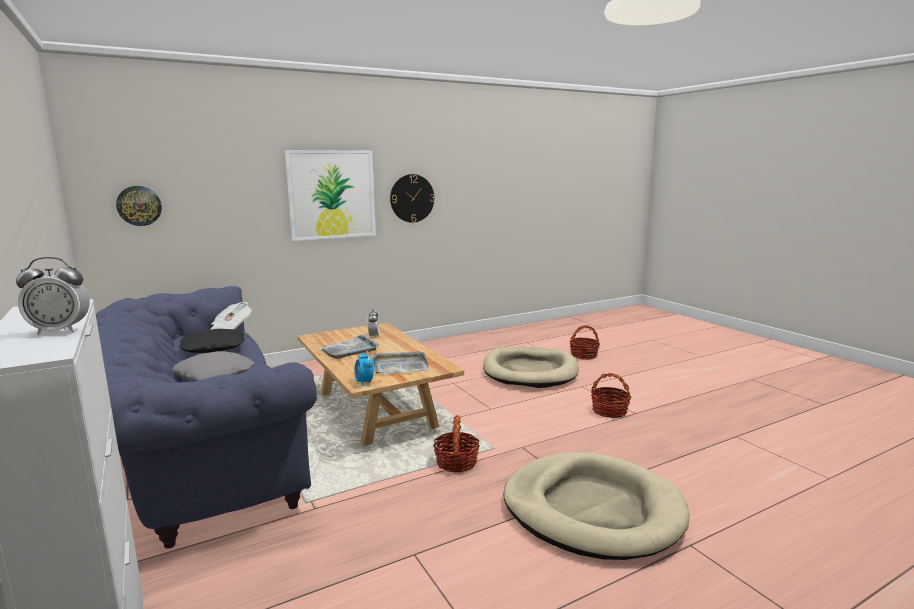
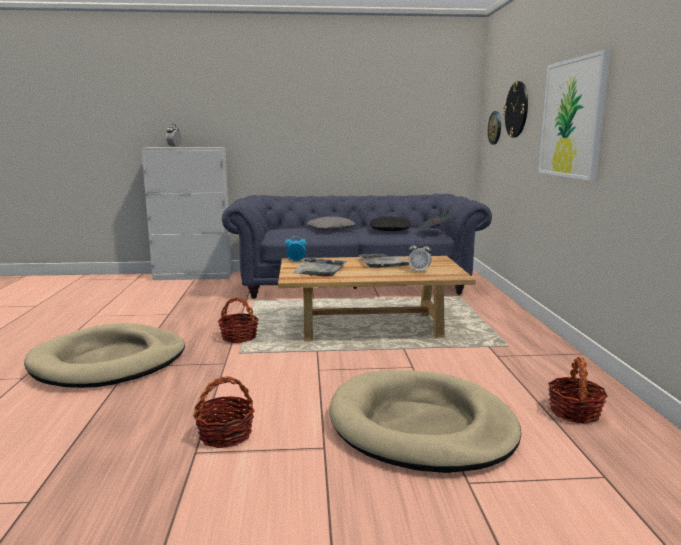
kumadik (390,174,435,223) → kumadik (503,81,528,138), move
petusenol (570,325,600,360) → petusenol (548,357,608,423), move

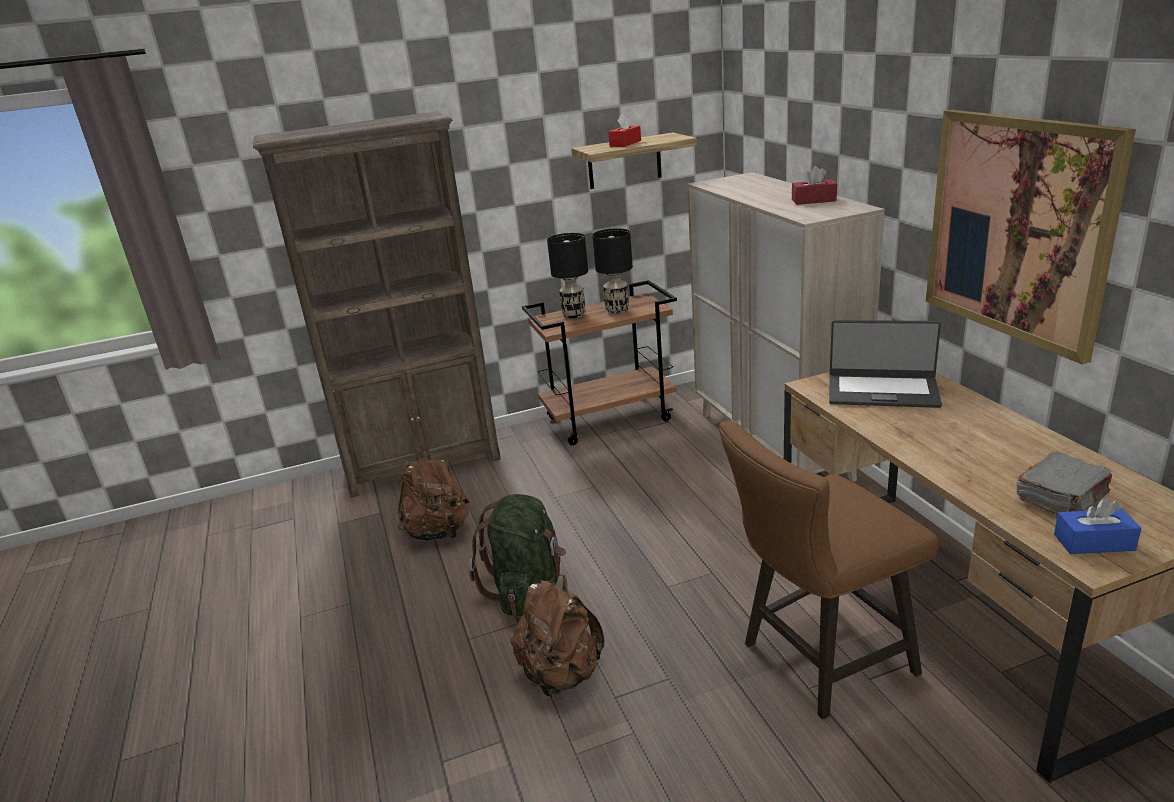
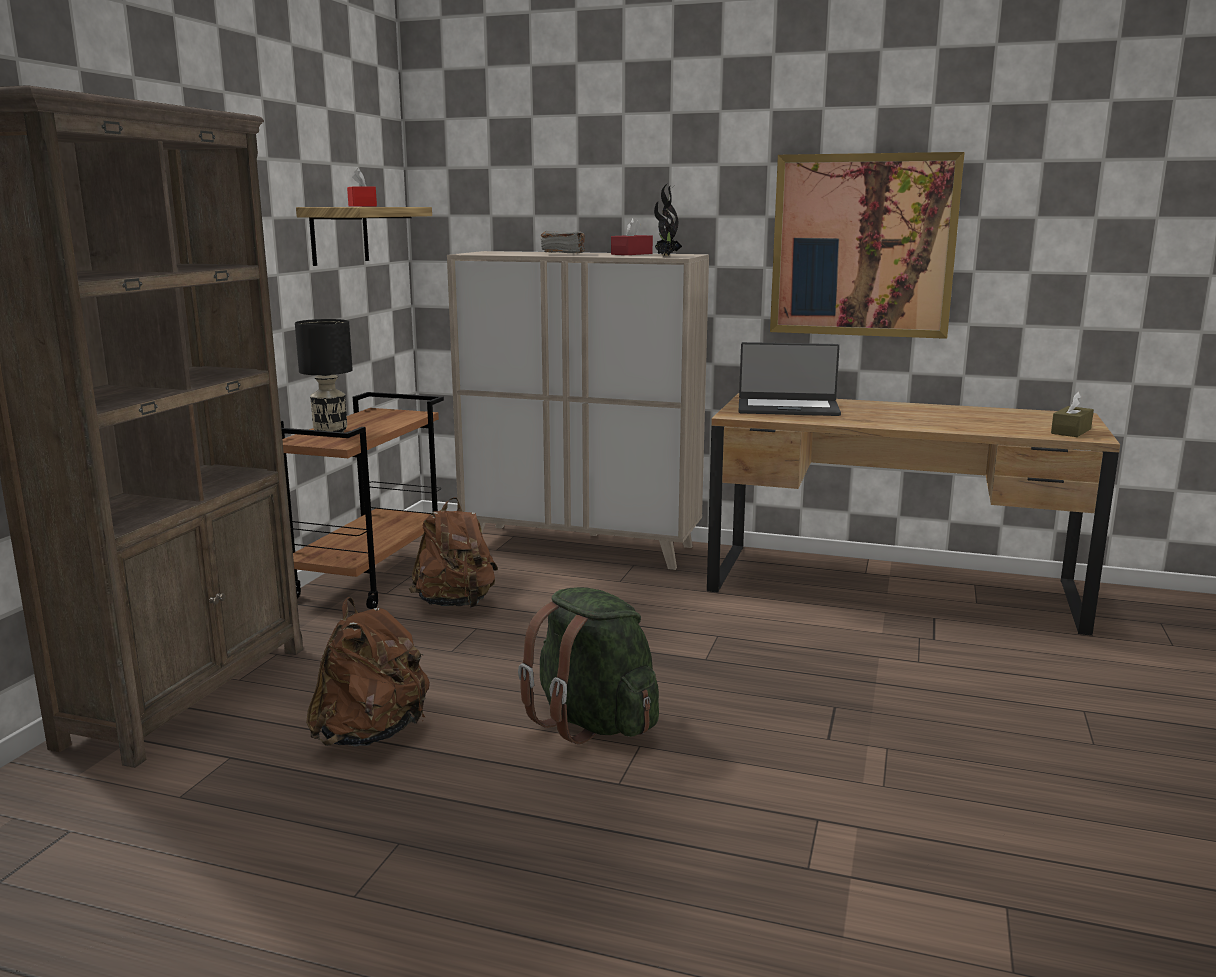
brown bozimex (510,574,605,697) → brown bozimex (409,497,498,608), move
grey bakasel (1016,451,1112,515) → grey bakasel (540,231,585,253), move
- → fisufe (654,184,682,256)
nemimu (829,320,942,408) → nemimu (739,342,841,416), 45 degrees clockwise
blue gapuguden (1054,498,1142,554) → brown gapuguden (1051,391,1094,437)
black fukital (592,228,633,314) → -
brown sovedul (718,421,939,719) → -

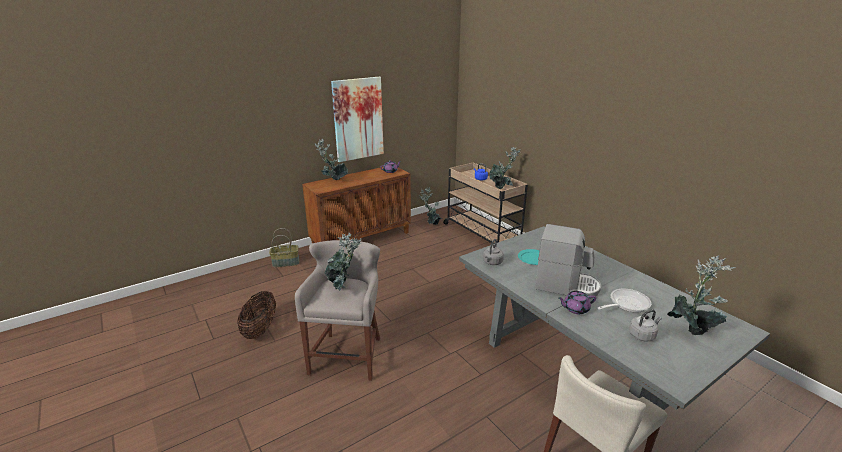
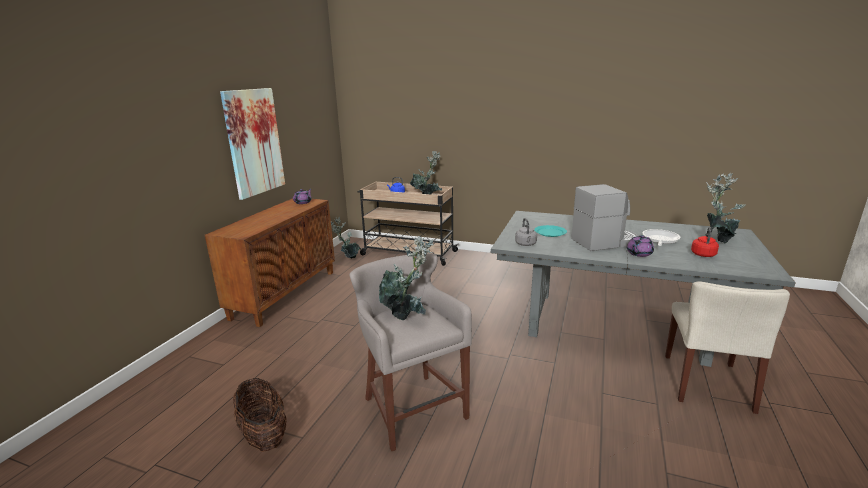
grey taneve (629,309,662,341) → red taneve (691,227,719,257)
petusenol (269,228,300,267) → -
fisufe (315,138,348,180) → -

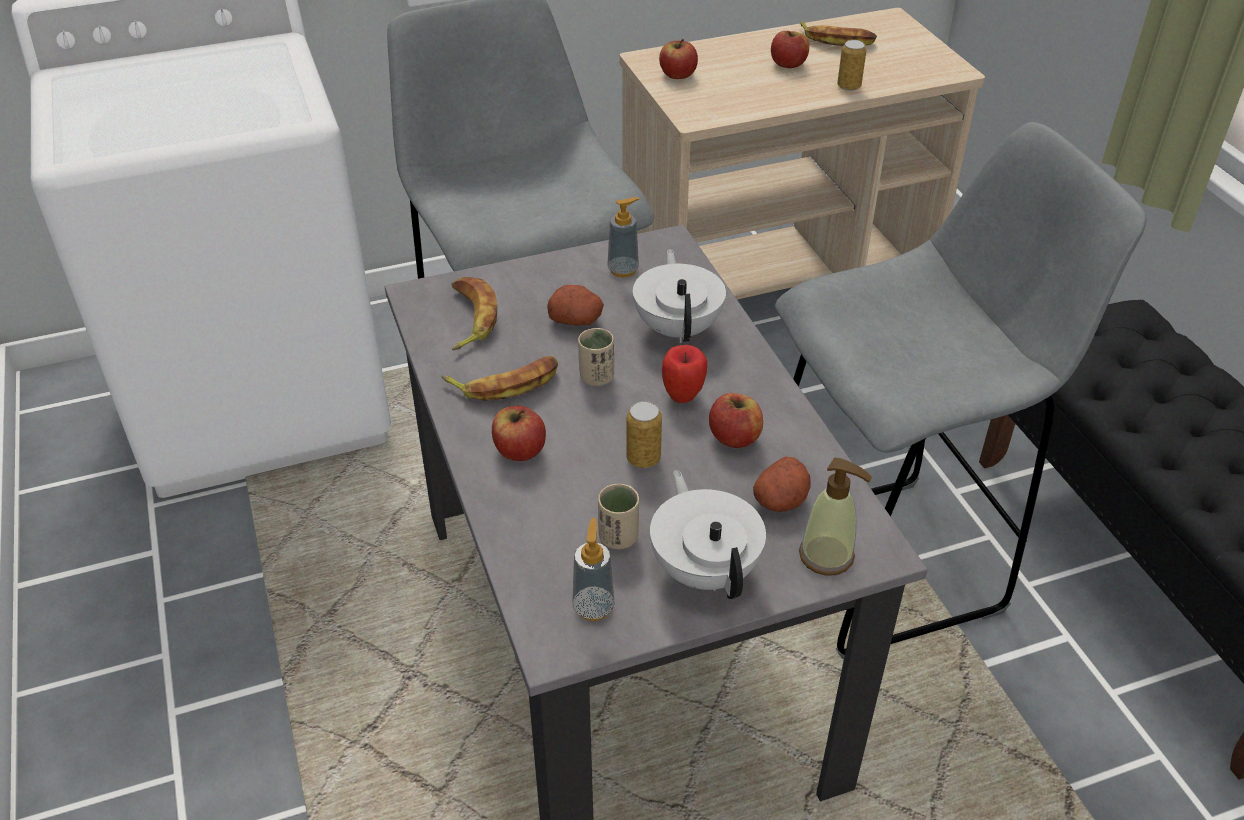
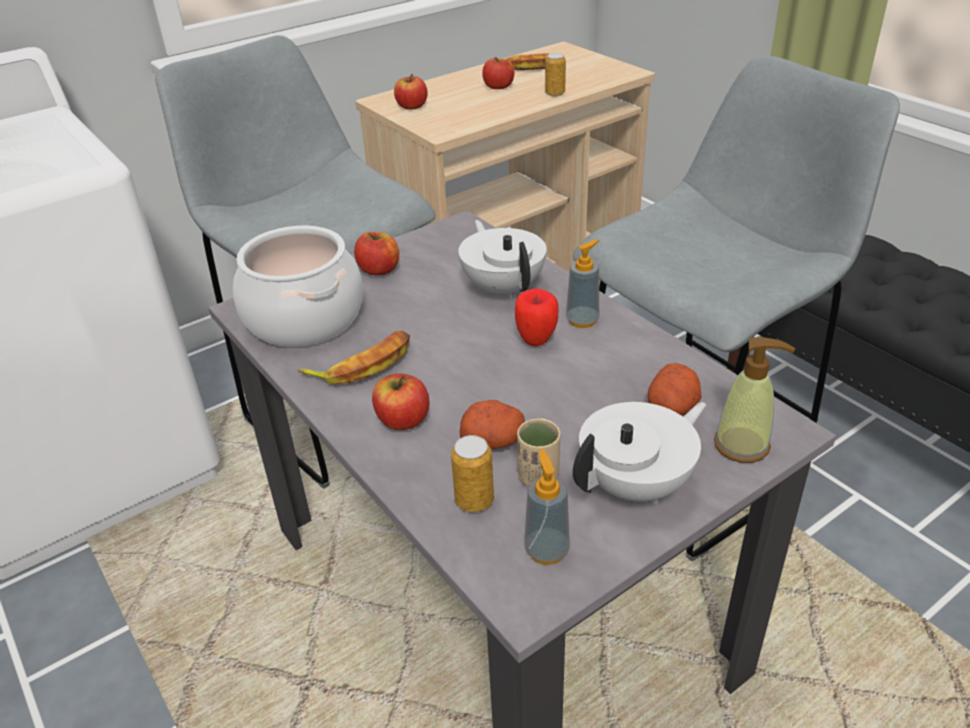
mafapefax (452,277,497,351) → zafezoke (233,226,363,347)
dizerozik (709,393,763,448) → dizerozik (354,232,399,275), move
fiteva (626,401,662,468) → fiteva (451,435,494,512), move
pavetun (547,285,604,326) → pavetun (459,400,525,449), move
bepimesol (607,197,639,278) → bepimesol (566,239,600,328), move
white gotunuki (650,470,766,599) → white gotunuki (573,402,706,504), 90 degrees clockwise
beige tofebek (578,328,614,386) → -

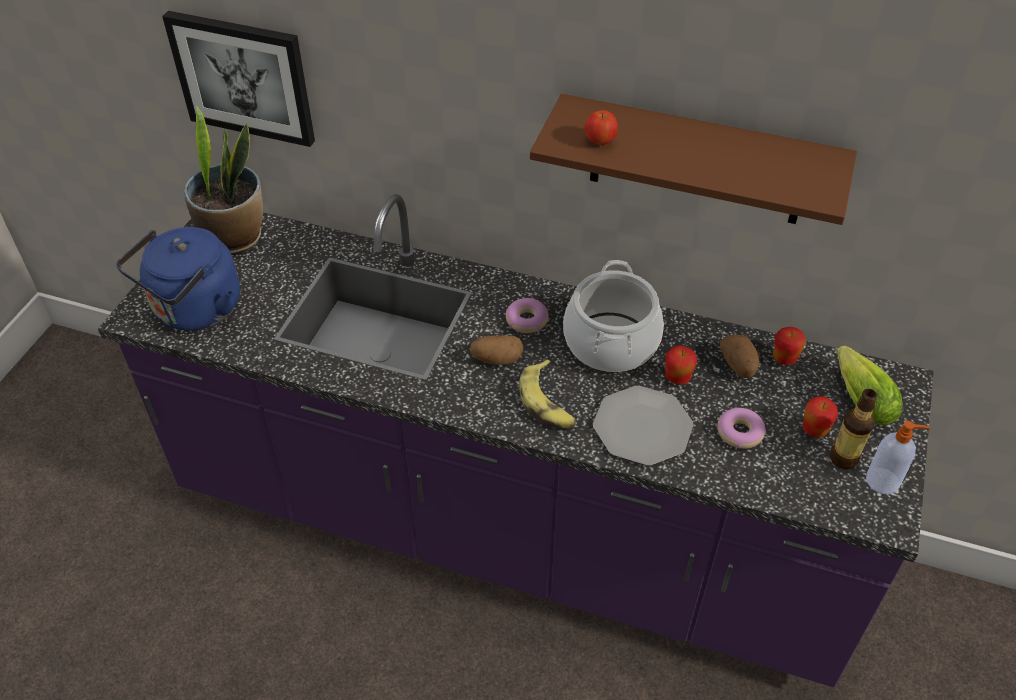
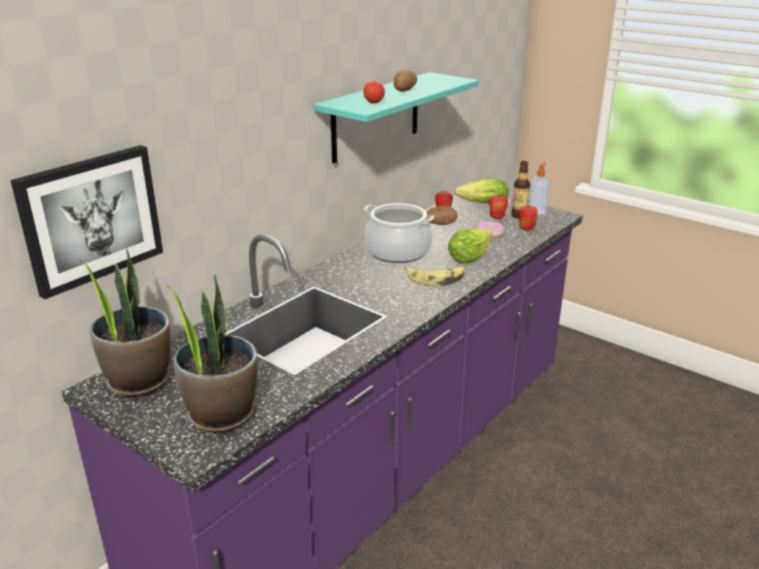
blue taneve (116,227,240,331) → fisufe (166,274,257,433)
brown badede (530,94,857,225) → turquoise badede (313,72,479,163)
pavetun (470,335,523,365) → pavetun (394,69,417,92), move
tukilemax (593,386,694,466) → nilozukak (448,228,492,264)
dizerozik (665,345,697,385) → dizerozik (519,206,538,230), move
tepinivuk (506,298,549,333) → -

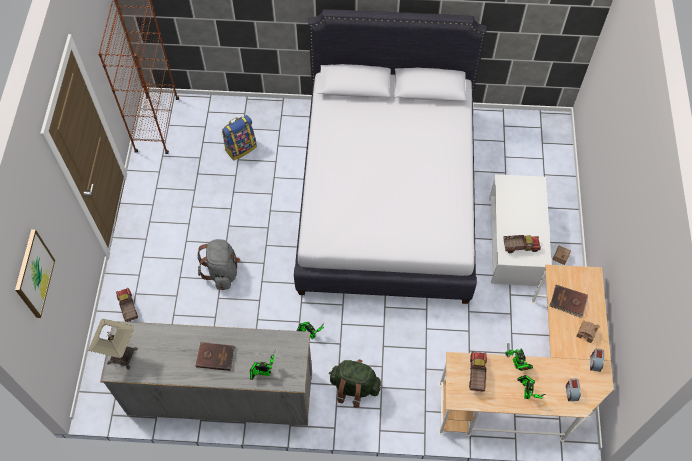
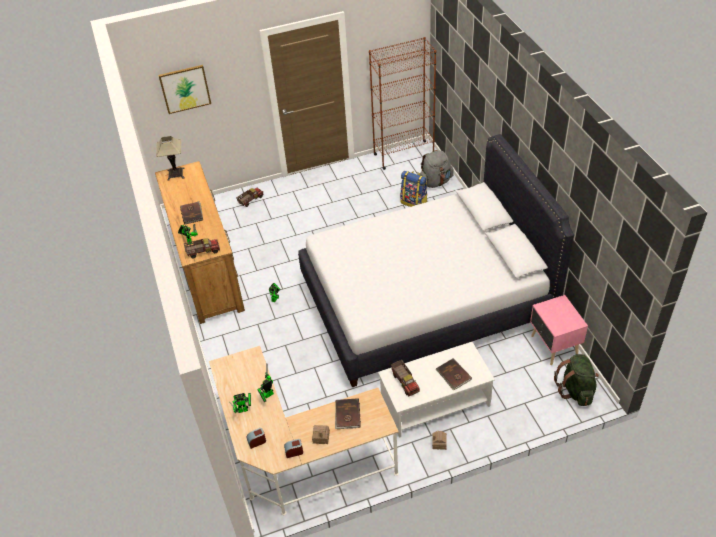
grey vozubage (100,321,312,426) → brown vozubage (155,161,245,324)
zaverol (469,351,487,392) → zaverol (184,238,220,258), move
grey bozimex (197,239,240,290) → grey bozimex (420,150,454,188), move
- → brown bakasel (436,359,472,390)
- → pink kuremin (530,295,588,365)
green bozimex (329,359,381,408) → green bozimex (554,354,599,406), move

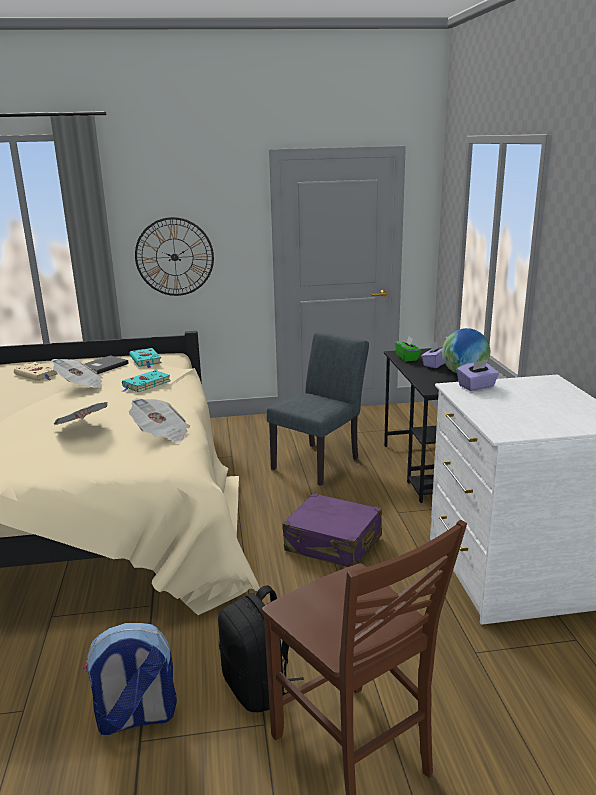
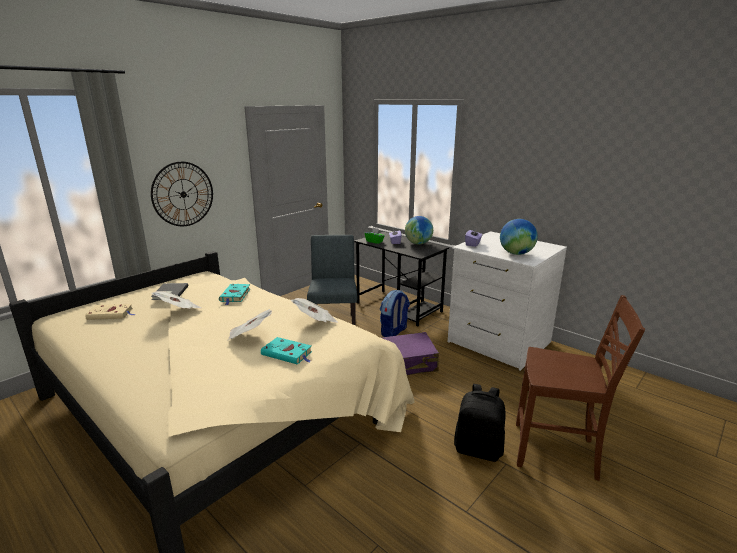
turquoise bakasel (129,348,162,368) → turquoise bakasel (261,337,312,365), move
bozimex (83,623,177,735) → bozimex (380,290,410,337), move
- → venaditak (500,219,538,255)

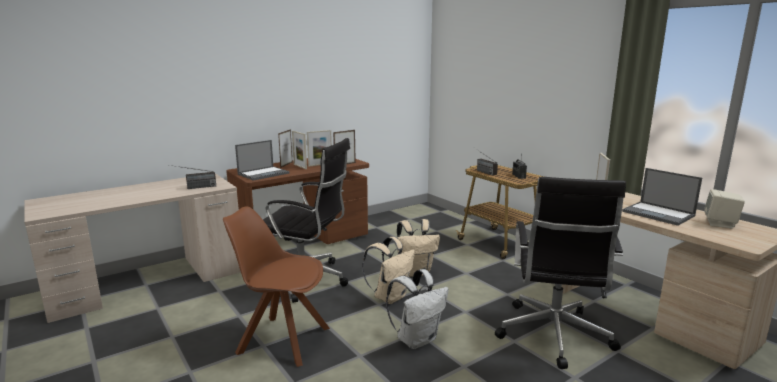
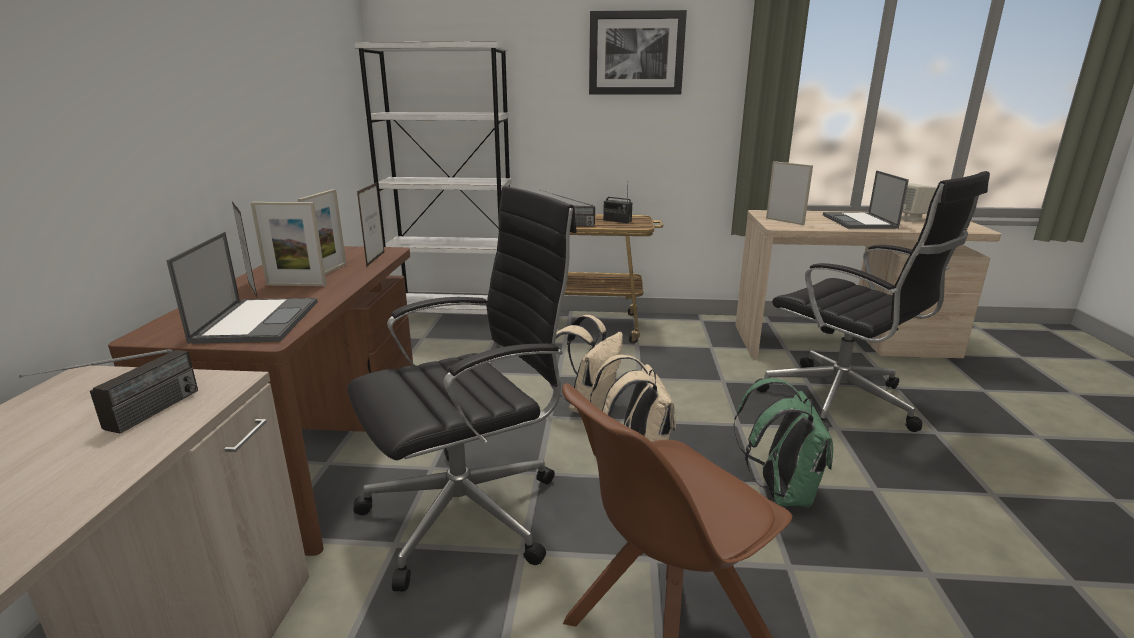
- → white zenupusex (354,41,512,314)
- → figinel (589,10,687,95)
white bozimex (386,269,449,349) → green bozimex (733,378,833,508)
nemimu (622,168,702,226) → nemimu (823,170,909,229), 90 degrees clockwise

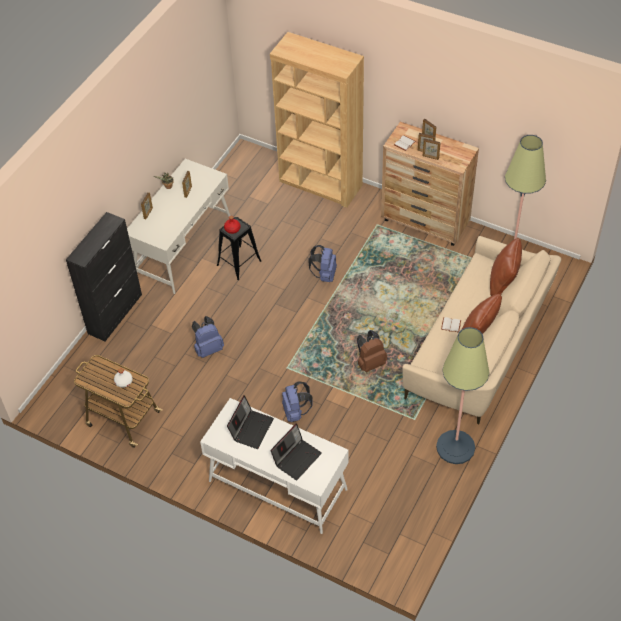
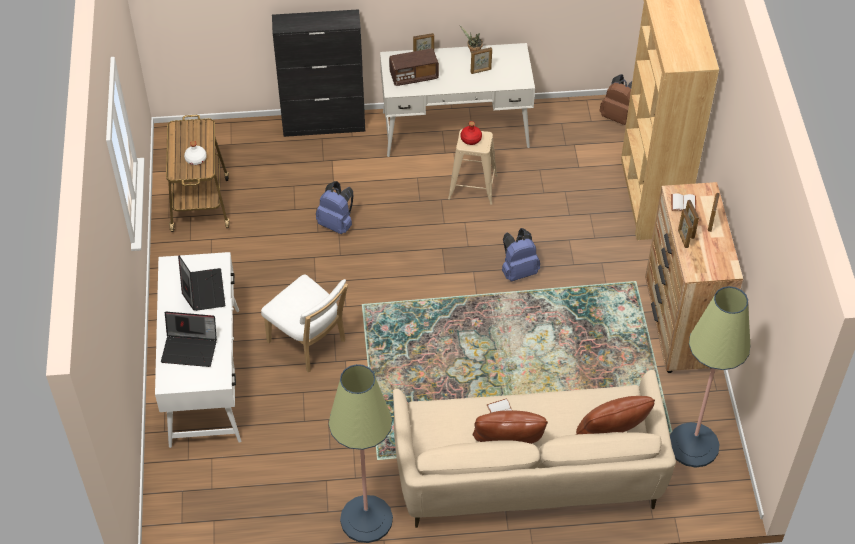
nemimu (227,395,274,449) → nemimu (178,255,225,311), 90 degrees counterclockwise
blue bozimex (282,381,313,422) → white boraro (261,274,348,372)
- → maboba (389,49,439,86)
black sovedul (217,217,261,280) → beige sovedul (448,129,498,205)
brown bozimex (357,330,387,372) → brown bozimex (599,74,632,125), move

